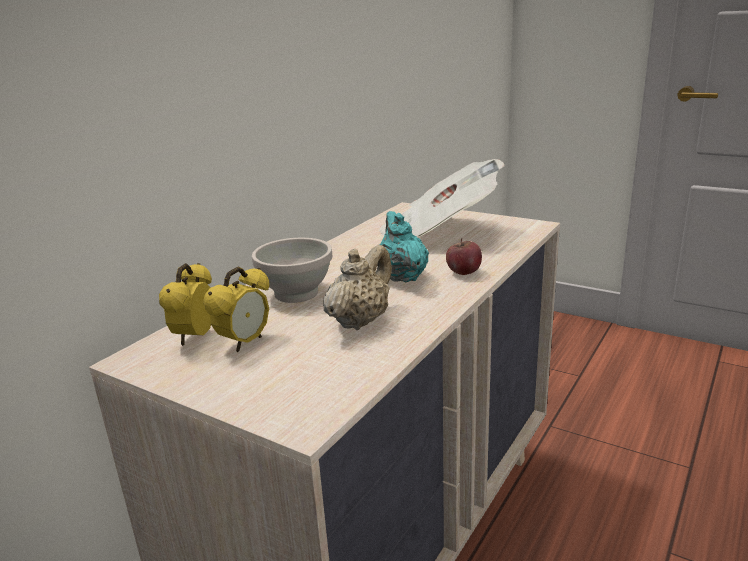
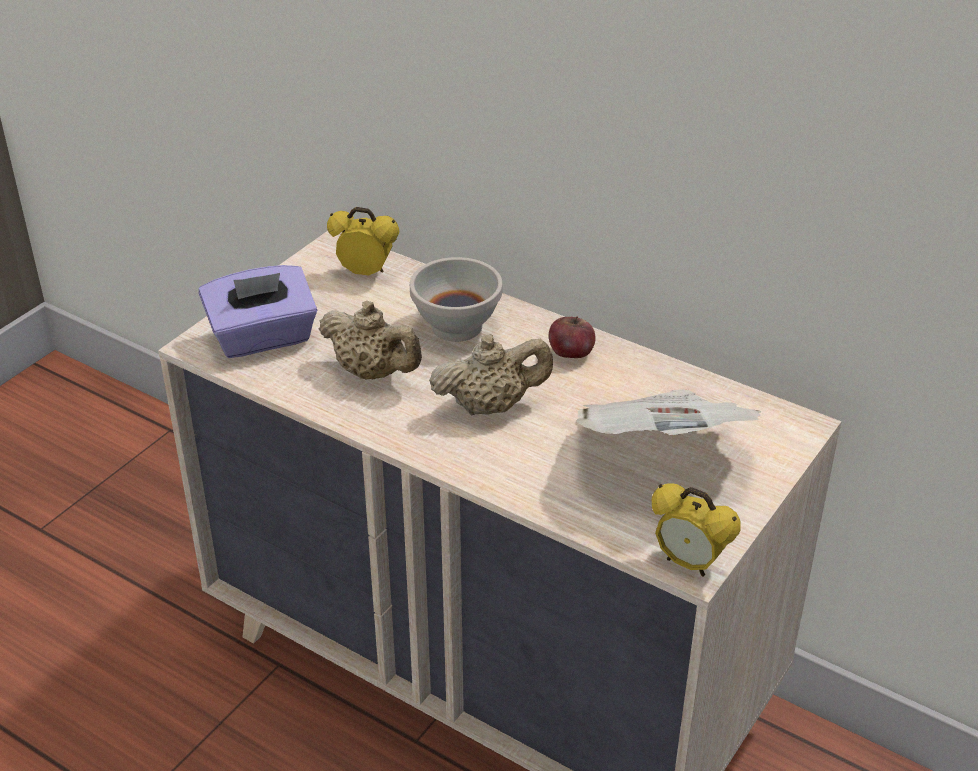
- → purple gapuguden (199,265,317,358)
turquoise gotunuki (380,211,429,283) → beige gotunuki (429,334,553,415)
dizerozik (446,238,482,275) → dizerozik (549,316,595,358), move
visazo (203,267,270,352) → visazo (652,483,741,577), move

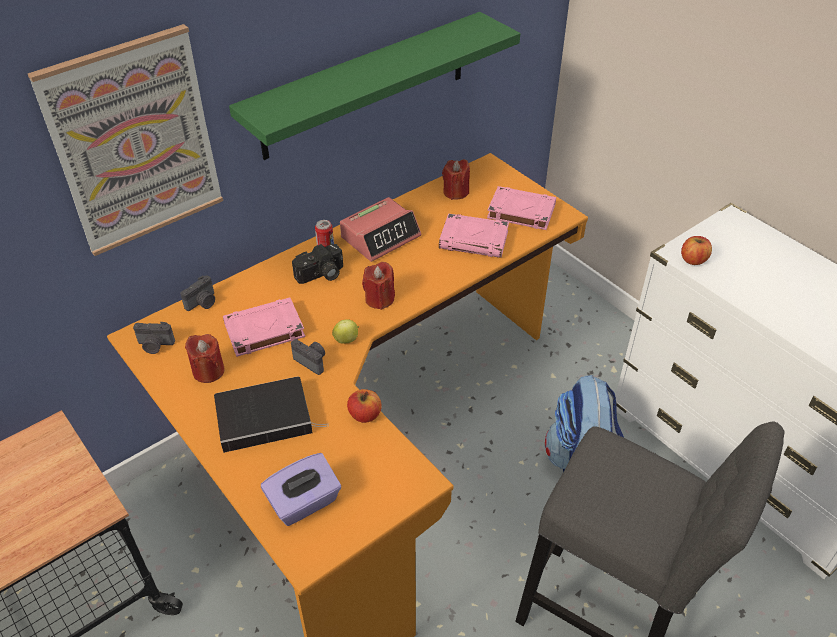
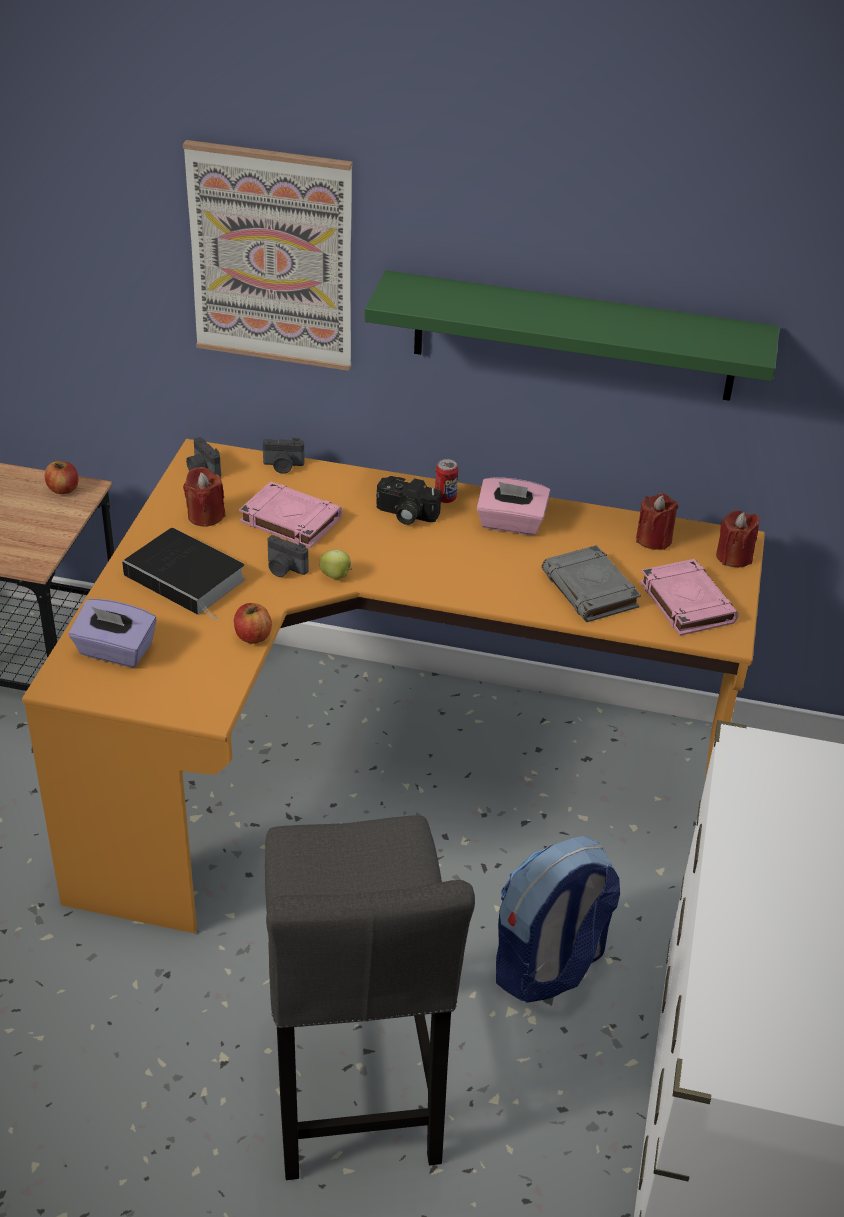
dizerozik (681,236,712,265) → dizerozik (45,461,78,494), move
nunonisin (291,339,325,375) → nunonisin (268,535,309,577), 120 degrees clockwise
visazo (340,197,421,262) → pink gapuguden (476,477,550,535)
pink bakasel (439,213,509,258) → grey bakasel (542,545,641,622)
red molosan (362,262,395,310) → red molosan (716,510,760,568), move

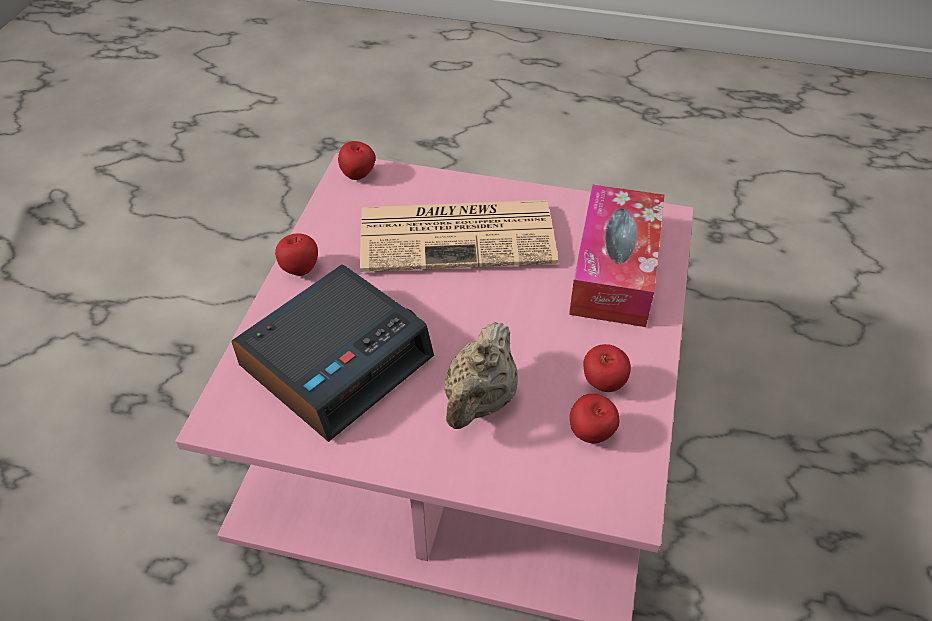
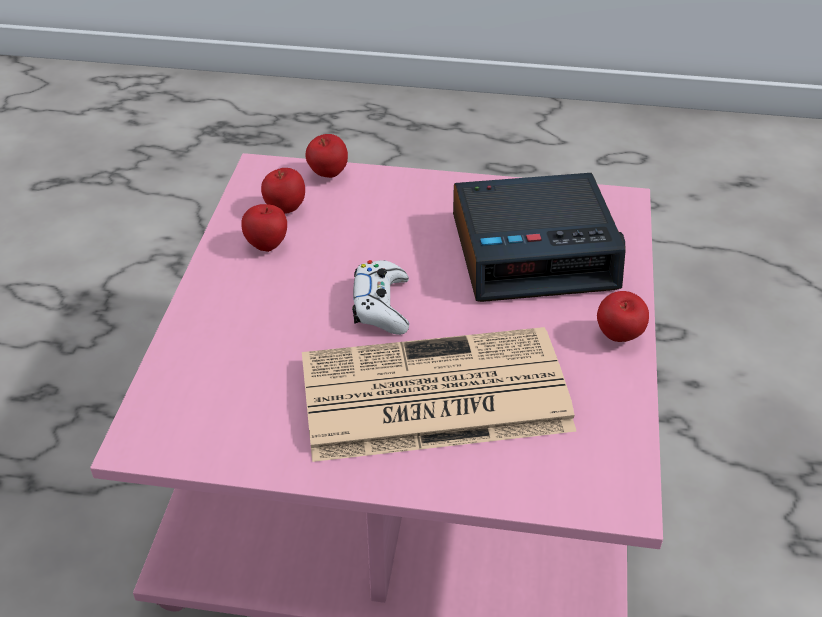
dizerozik (338,141,376,180) → dizerozik (306,134,348,178), move
- → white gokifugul (352,260,409,335)
visazo (231,265,434,442) → visazo (453,173,626,302), 135 degrees counterclockwise
beige gotunuki (444,322,518,429) → -
gapuguden (569,185,664,327) → -

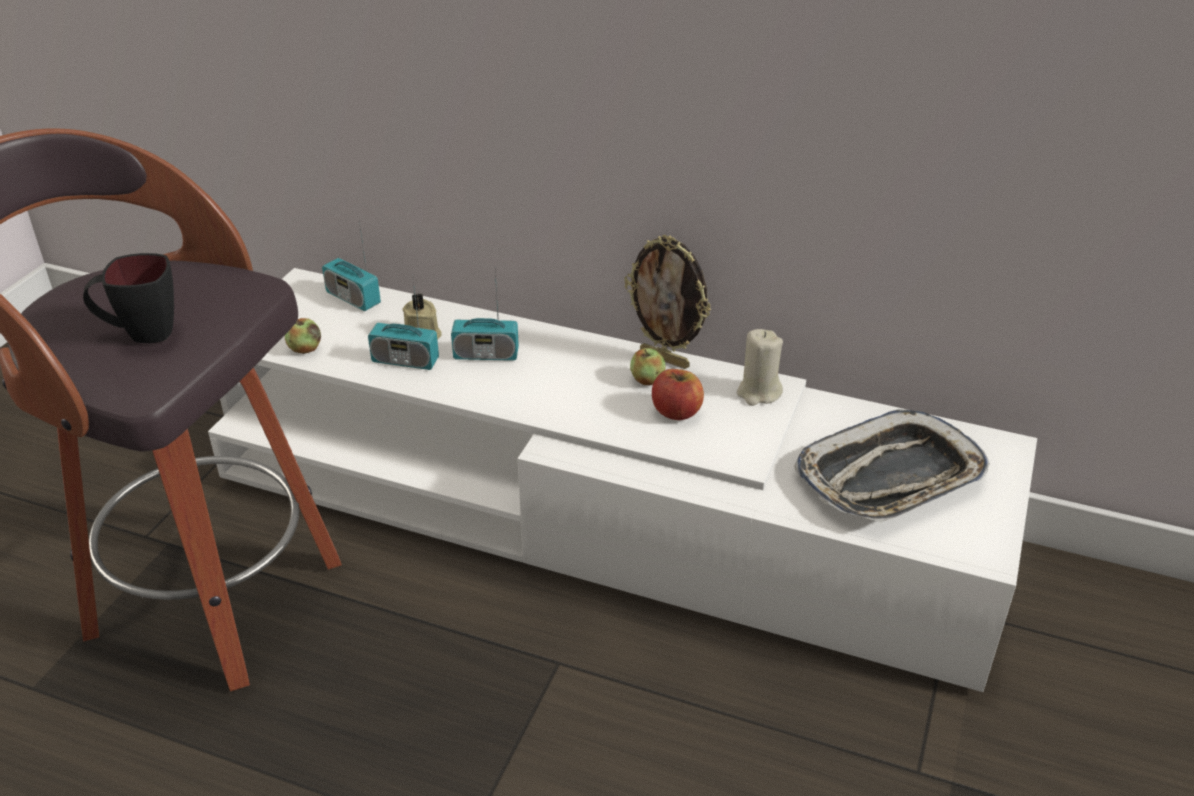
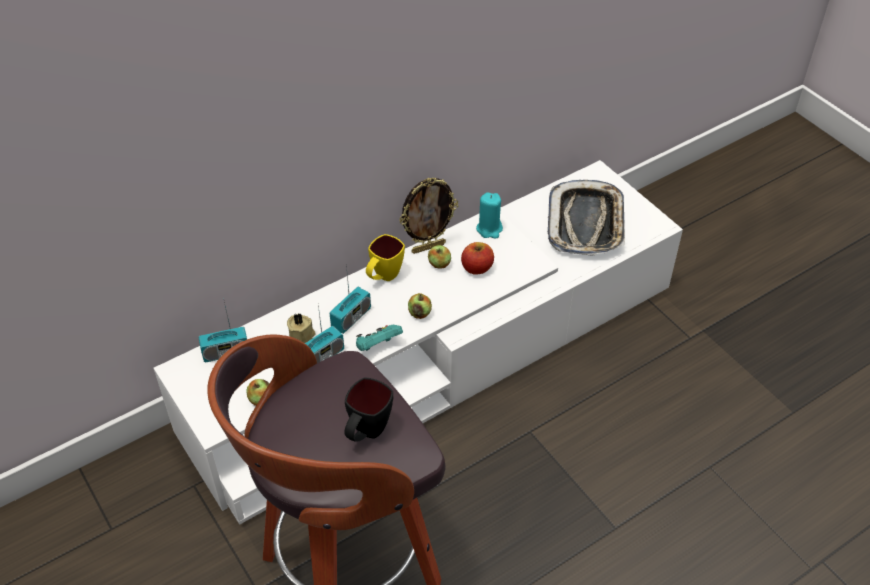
- → turquoise gokifugul (356,325,403,351)
- → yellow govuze (366,234,405,281)
- → dizerozik (408,293,432,319)
beige molosan (737,329,783,406) → turquoise molosan (476,192,503,239)

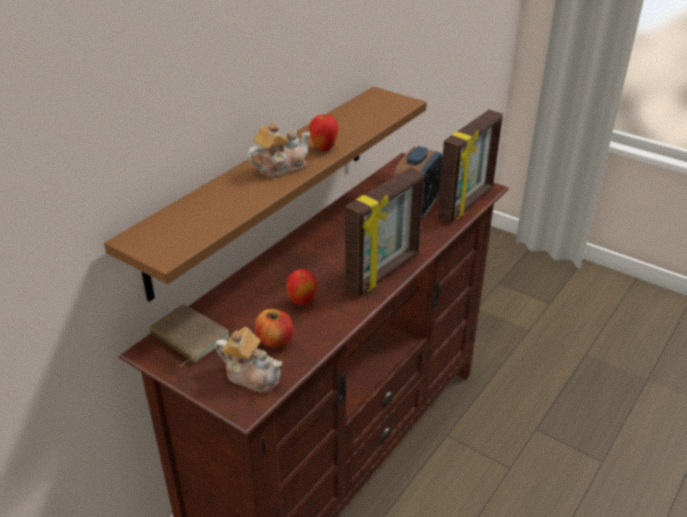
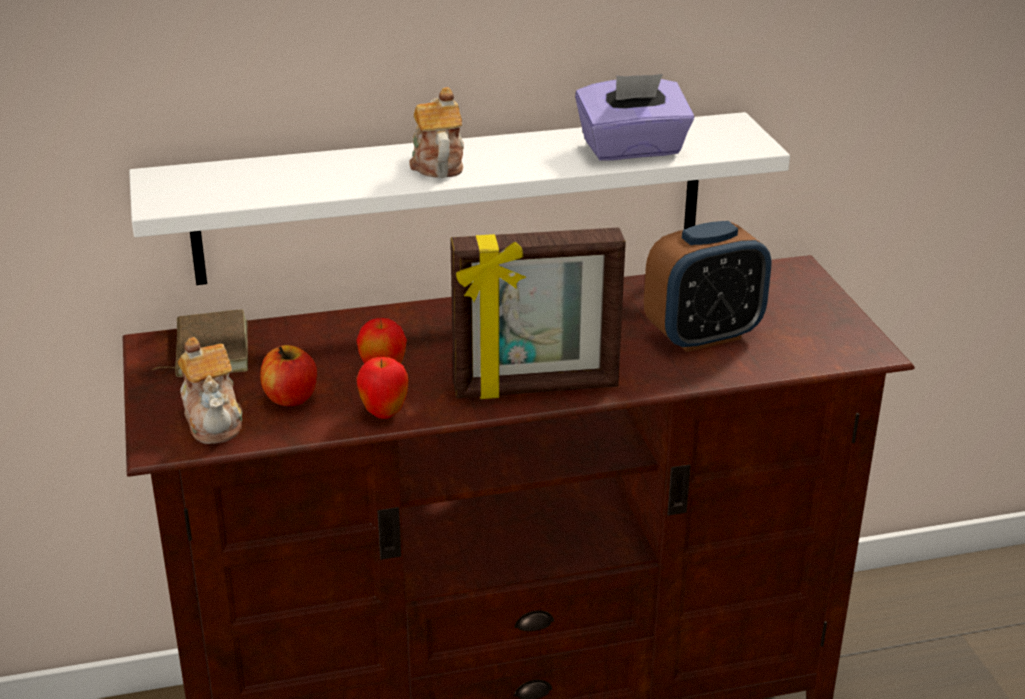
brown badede (104,87,427,302) → white badede (129,112,790,285)
dizerozik (309,114,338,151) → dizerozik (357,357,409,419), move
gotunuki (247,122,310,178) → gotunuki (409,87,464,178), 105 degrees counterclockwise
- → purple gapuguden (575,74,694,161)
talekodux (437,110,503,223) → -

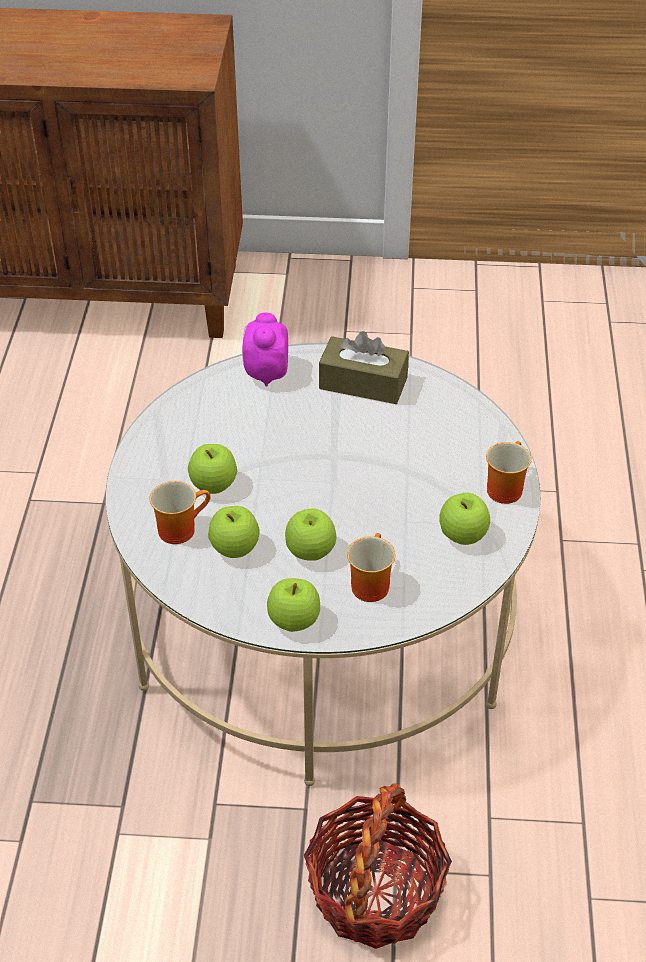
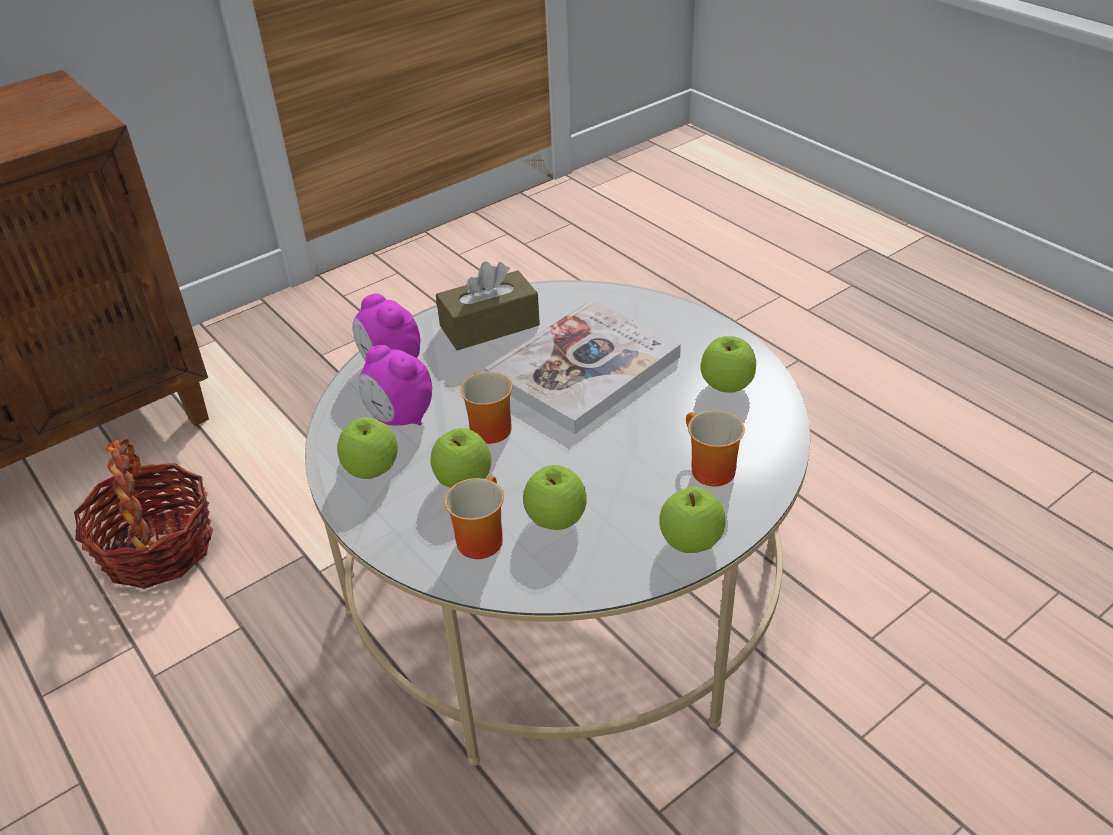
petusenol (304,783,452,949) → petusenol (74,437,213,589), move
dizerozik (285,508,336,561) → dizerozik (337,417,398,479), move
- → visazo (359,345,432,426)
govuze (486,441,532,504) → govuze (460,372,512,444), move
- → bakasel (485,300,681,434)

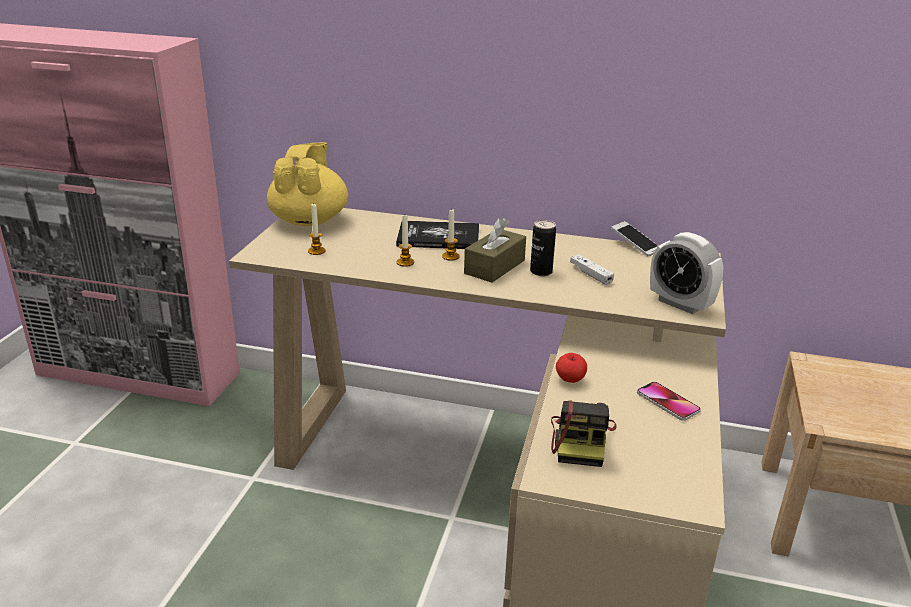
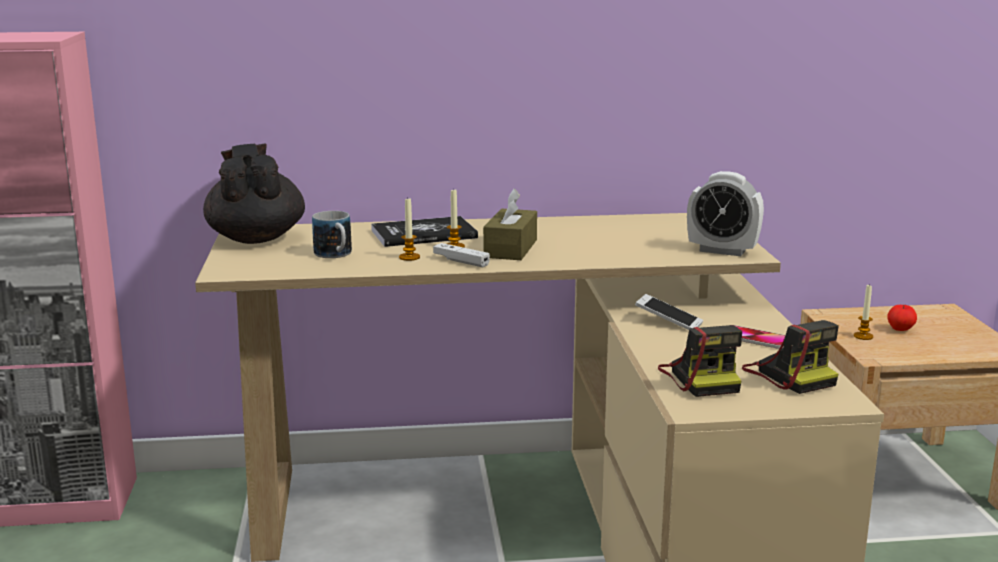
yellow gotunuki (267,142,348,226) → black gotunuki (203,143,305,244)
- → govuze (312,211,352,258)
white gokifugul (570,255,614,285) → white gokifugul (433,243,490,267), move
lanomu (611,221,658,257) → lanomu (635,294,703,330), move
- → nunonisin (742,320,839,394)
molosan (308,204,326,255) → molosan (854,284,873,340), move
dizerozik (556,353,587,383) → dizerozik (887,305,917,331), move
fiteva (530,220,556,276) → -

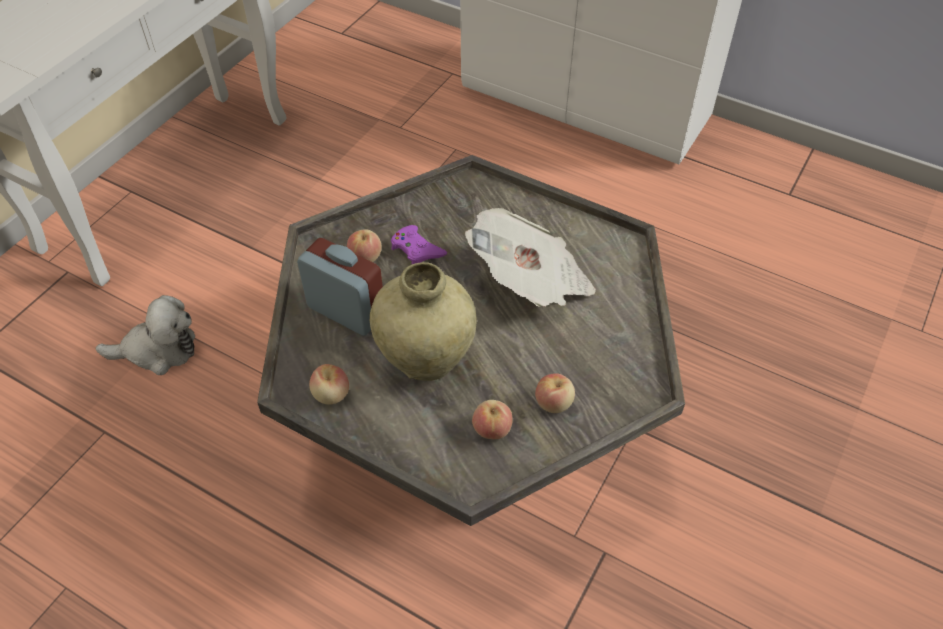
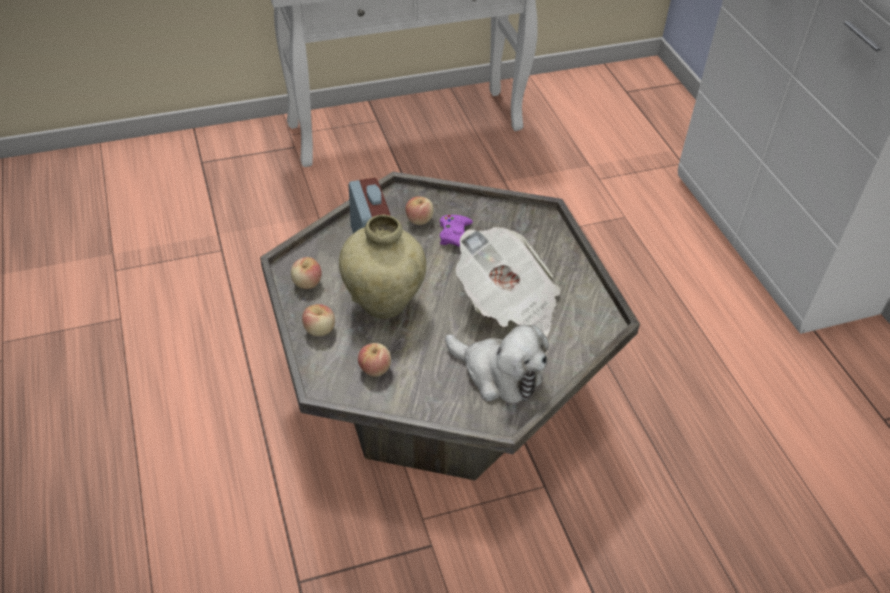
dizerozik (535,373,575,413) → dizerozik (302,304,335,336), move
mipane (96,295,195,375) → mipane (445,325,549,404), move

